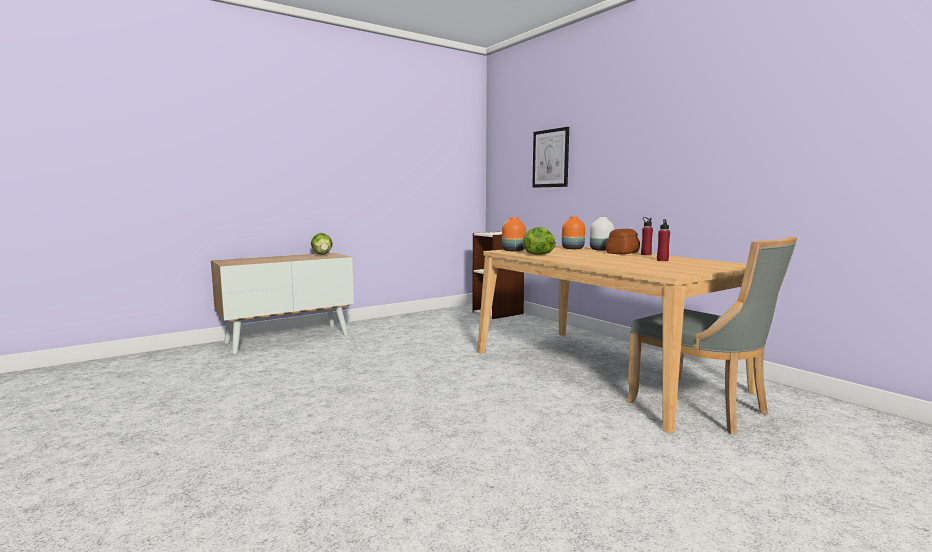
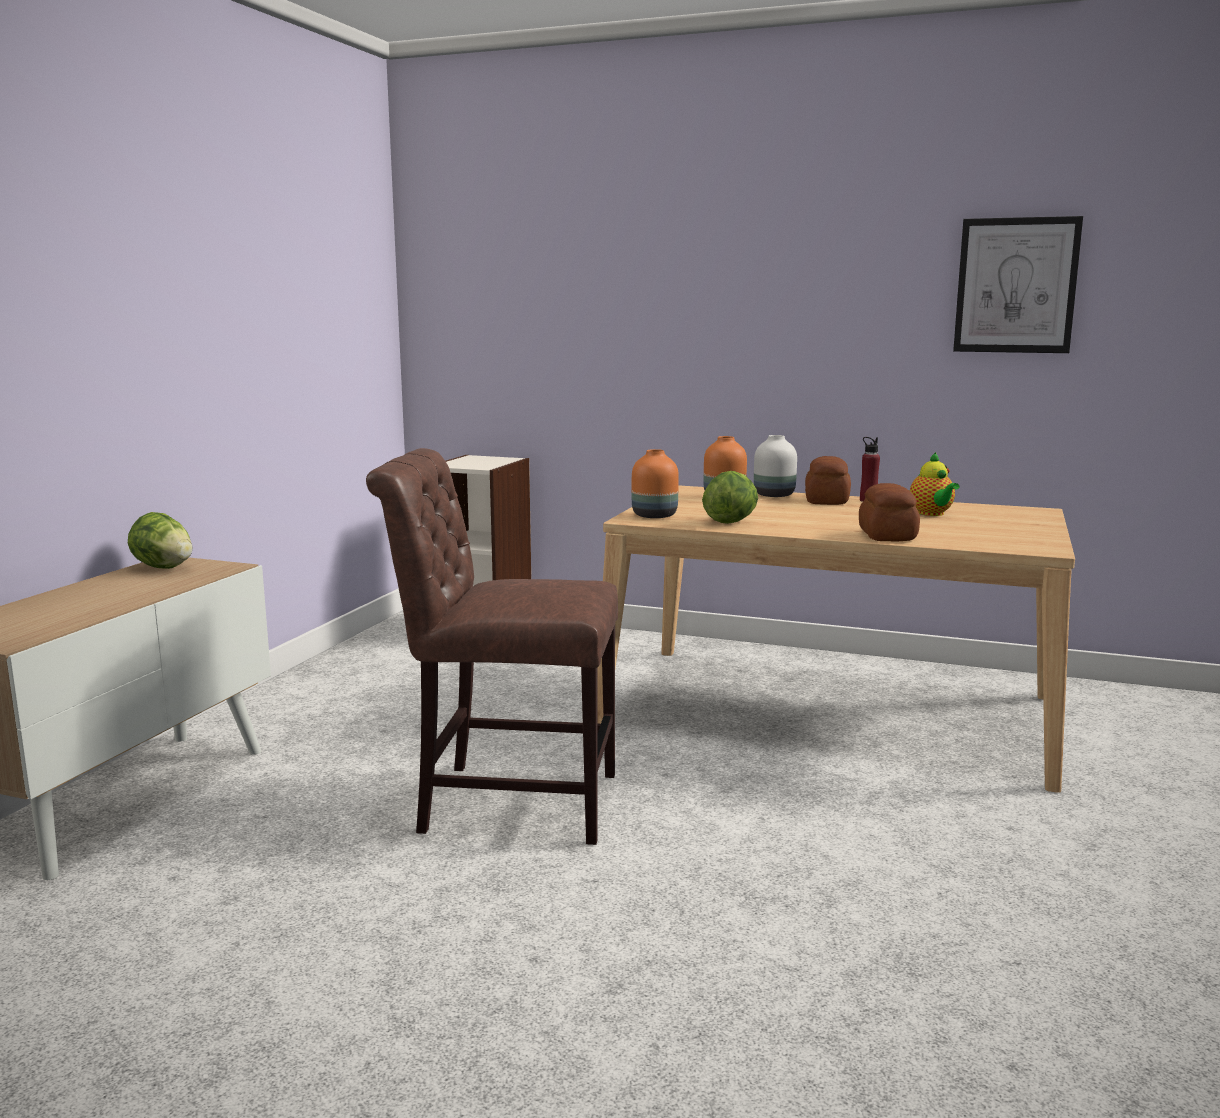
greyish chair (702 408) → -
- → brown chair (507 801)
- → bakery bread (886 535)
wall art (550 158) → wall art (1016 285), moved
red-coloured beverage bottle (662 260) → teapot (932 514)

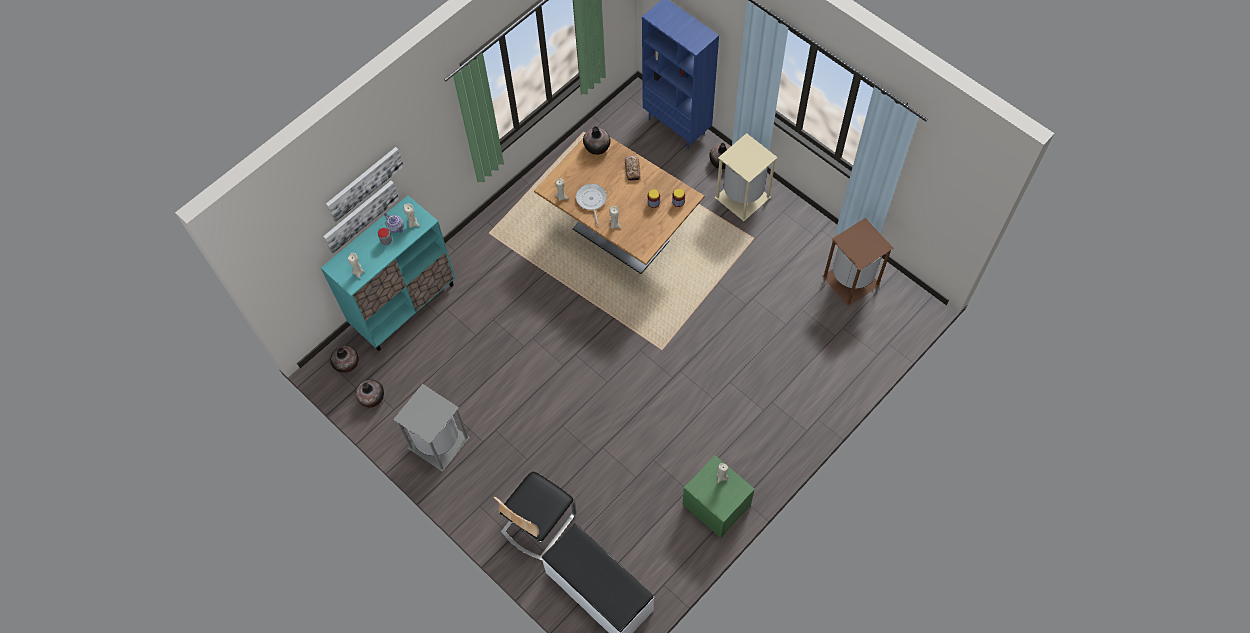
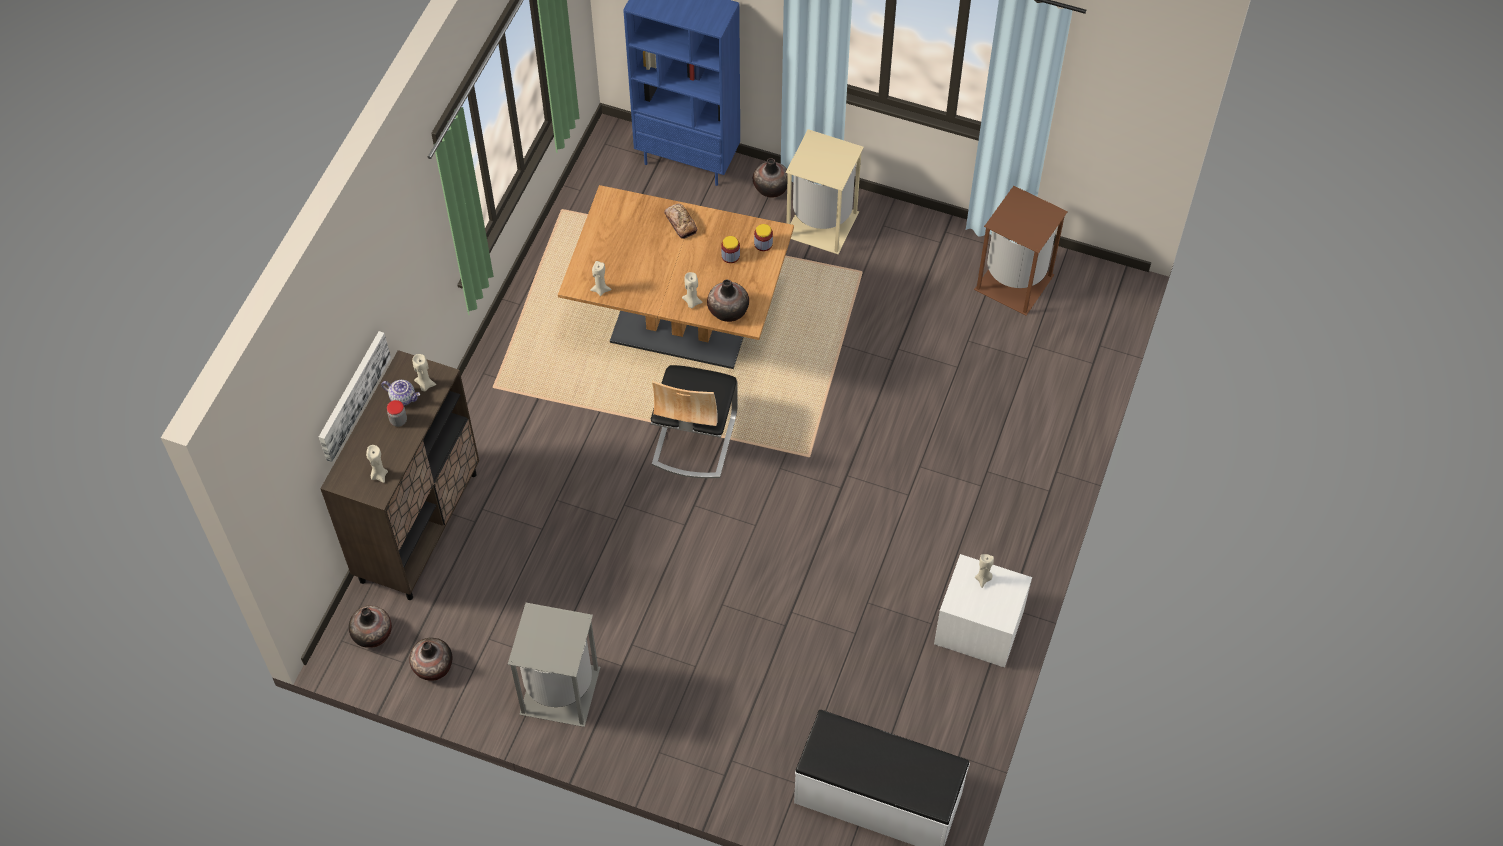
wall art (364 183) → -
frying pan (591 200) → -
chair (538 523) → chair (694 439), moved
vase (597 147) → vase (728 310), moved
turquoise-coloured cupboard (404 306) → brown cupboard (419 526)
greenish night table (716 505) → white night table (979 628)

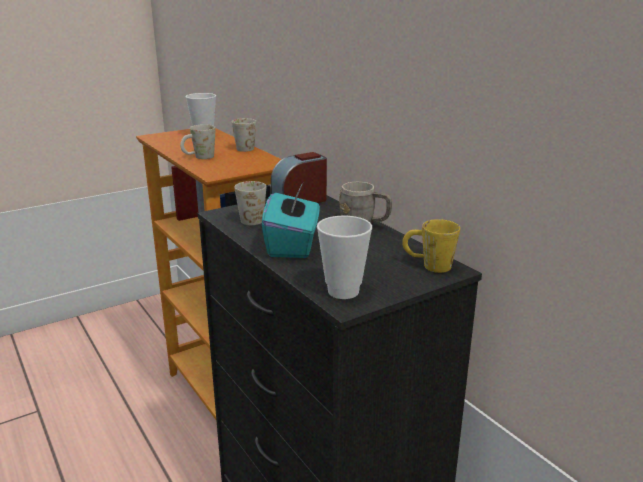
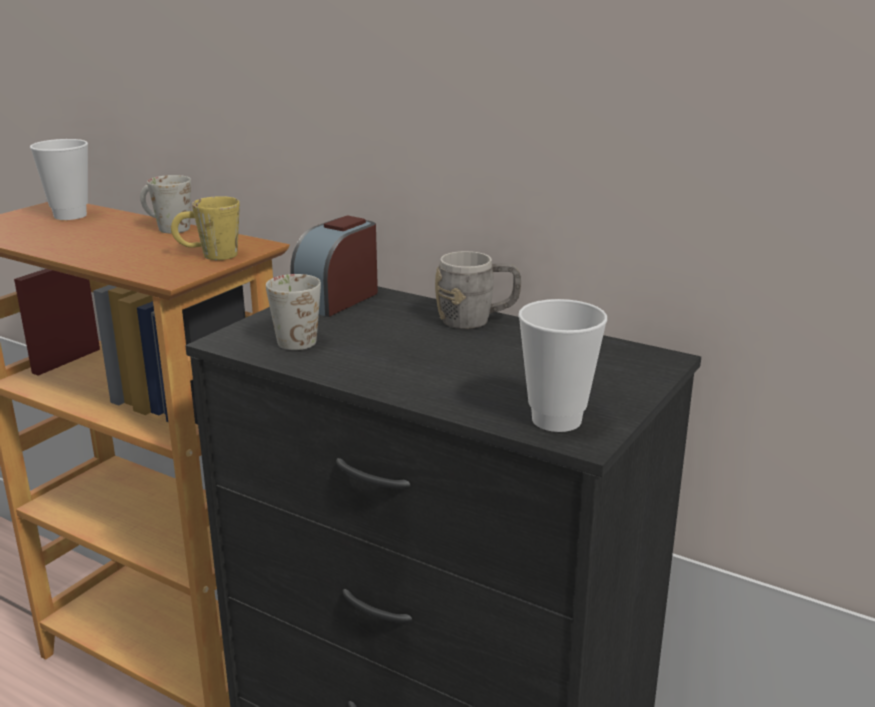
white tea mug (199 158) → -
turquoise-coloured tissue box (293 245) → -
yellow tea mug (428 265) → yellow tea mug (209 256), moved

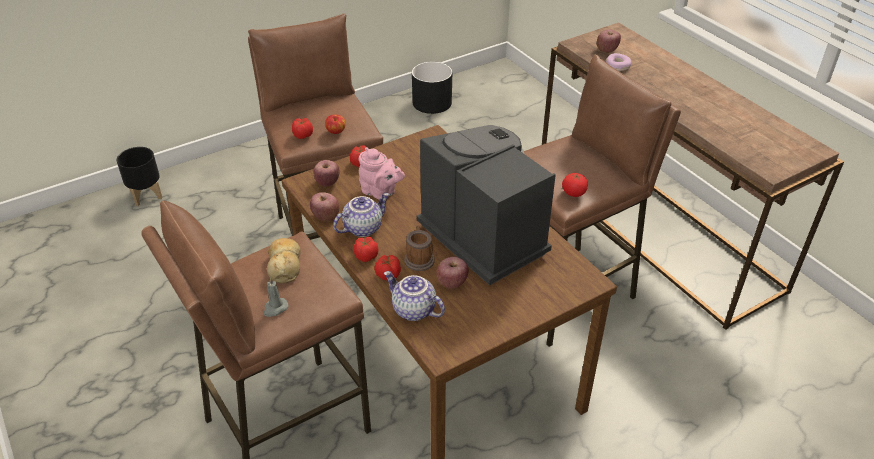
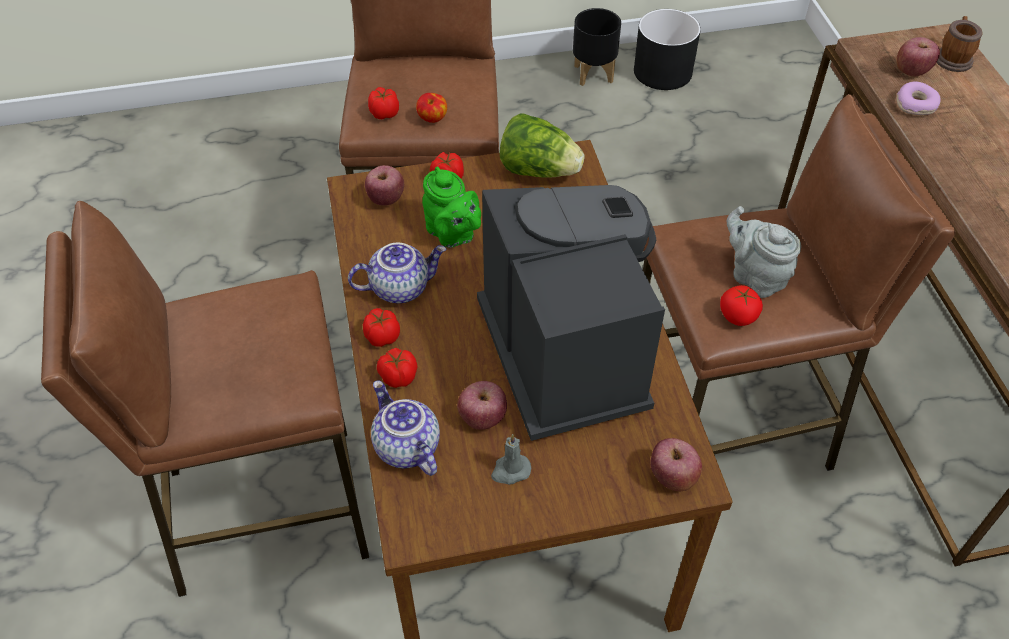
bakery bread (285 265) → -
- → lettuce (539 170)
- → greyish teapot (755 277)
blackish planter (147 195) → blackish planter (594 74), moved
greyish wax light (275 308) → greyish wax light (510 470), moved
apple fruit (325 216) → apple fruit (672 477), moved
tea mug (419 258) → tea mug (953 58), moved
pink teapot (380 192) → greenish teapot (452 234)

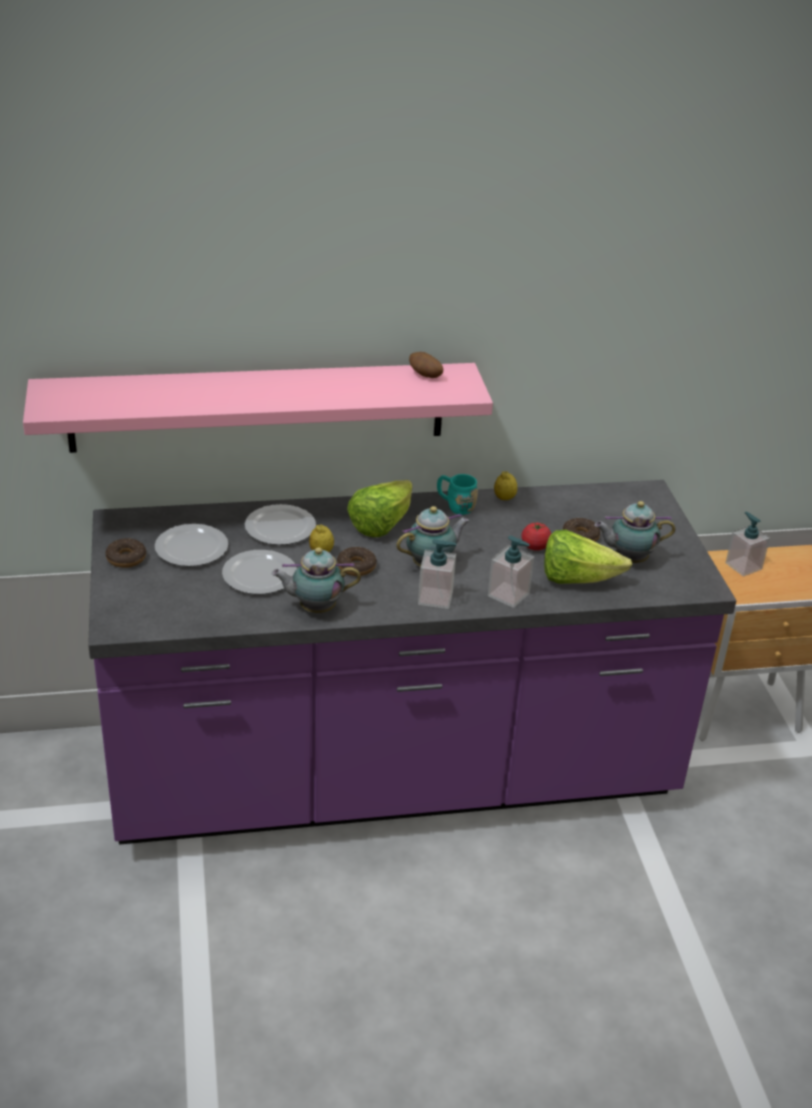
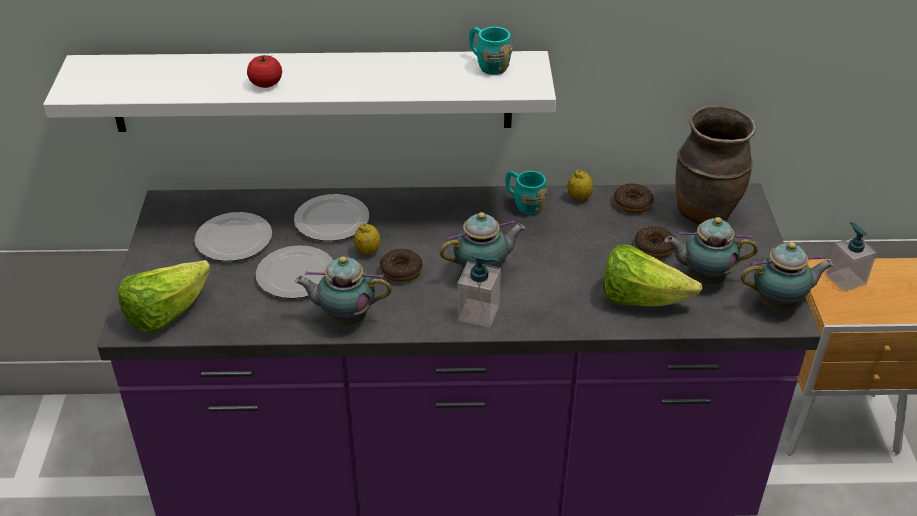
soap dispenser (508 595) → -
- → brown vase (704 211)
- → teapot (779 304)
doughnut (126 558) → doughnut (632 203), moved
lettuce (381 524) → lettuce (166 313), moved
whole tomato (535 546) → whole tomato (266 84), moved
whole potato (425 376) → turquoise-coloured tea mug (488 65)
pink wall shelf (258 407) → white wall shelf (312 91)

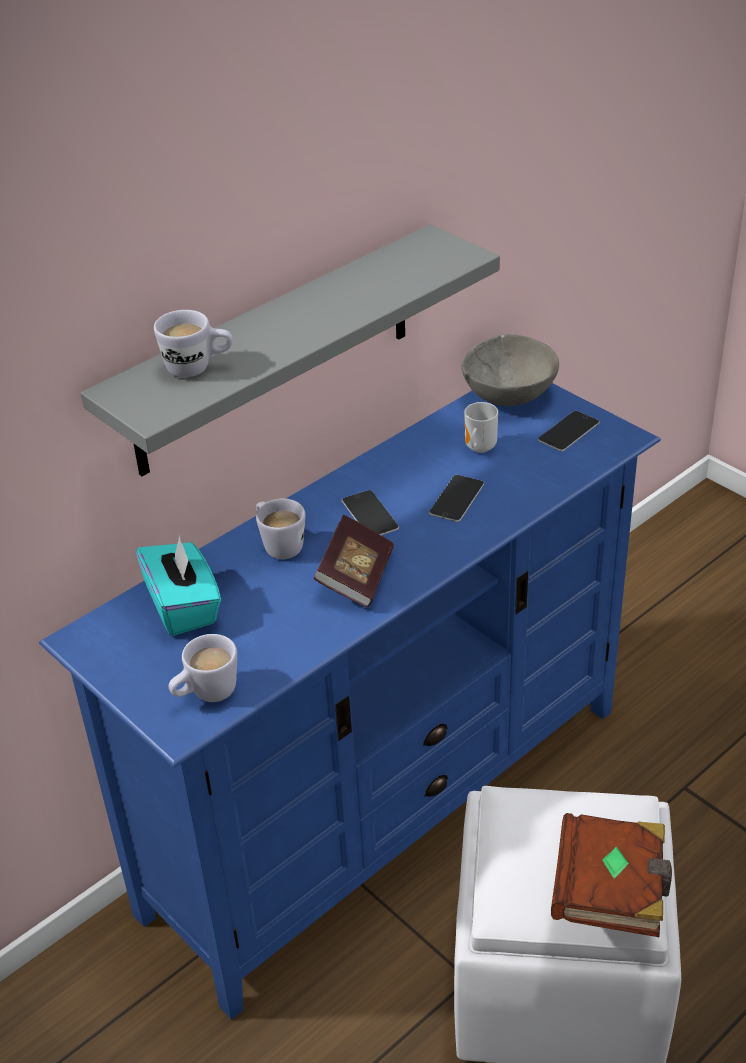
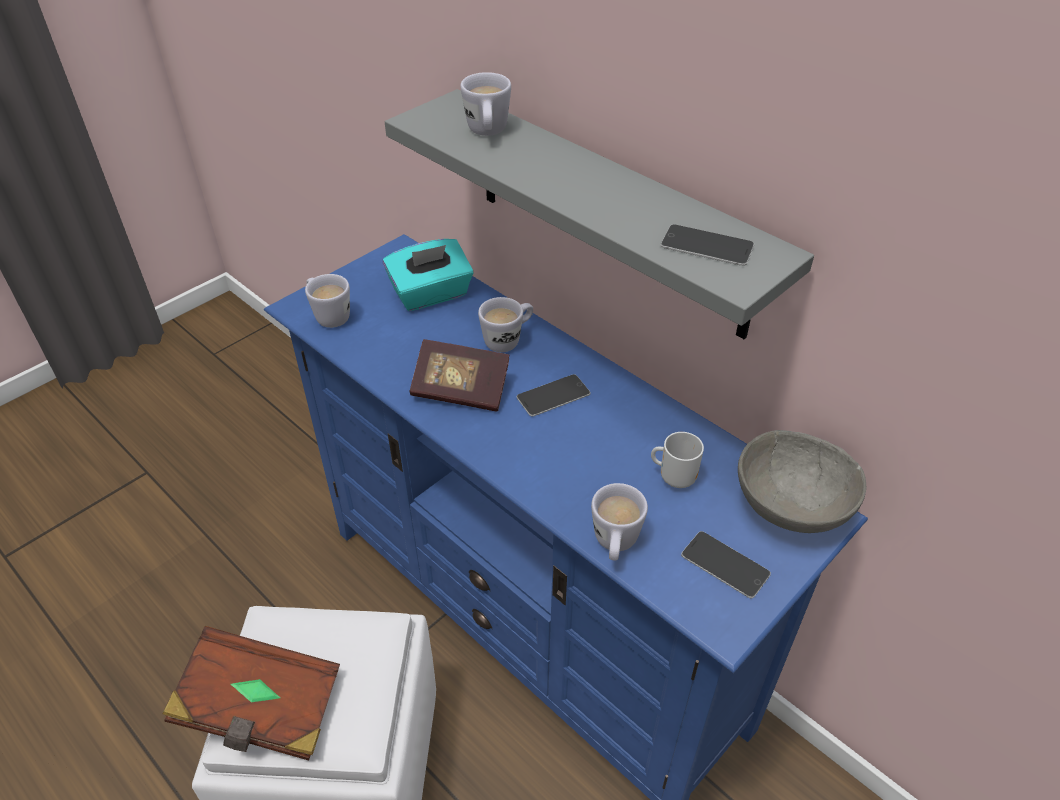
- → white tea mug (615 545)
handset (456 498) → handset (707 245), moved

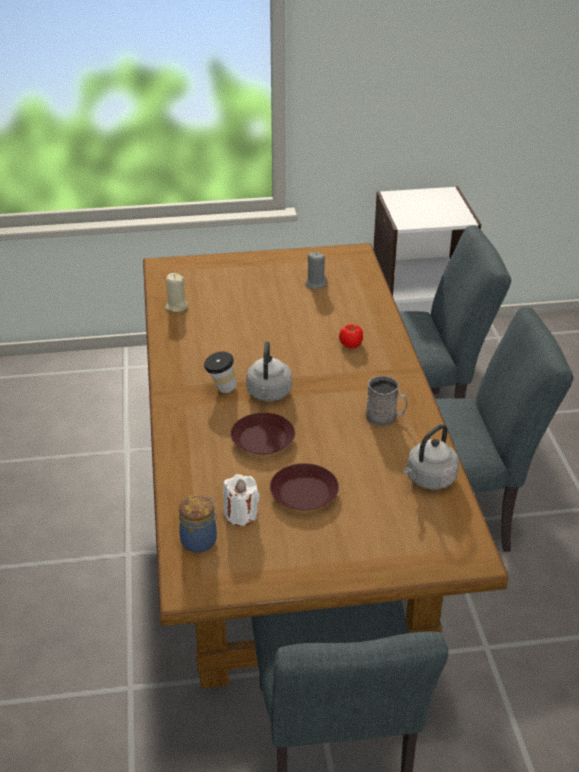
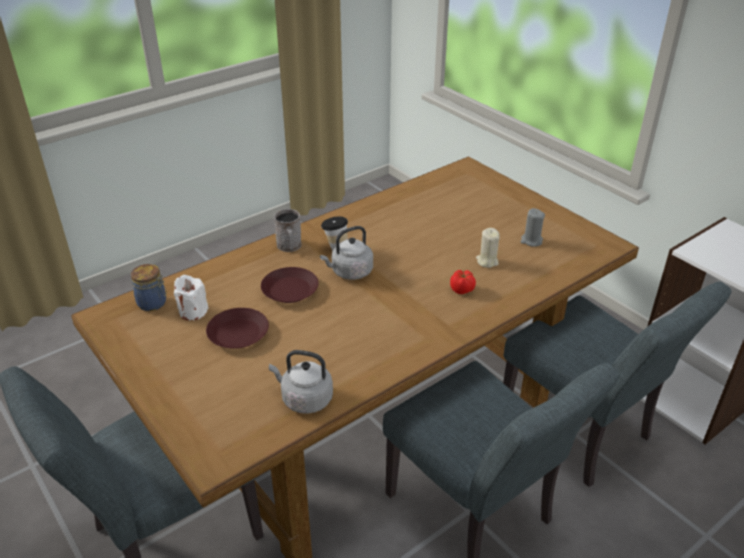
sand-coloured wax light (176 306) → sand-coloured wax light (487 261), moved
greyish tea mug (385 417) → greyish tea mug (289 247), moved

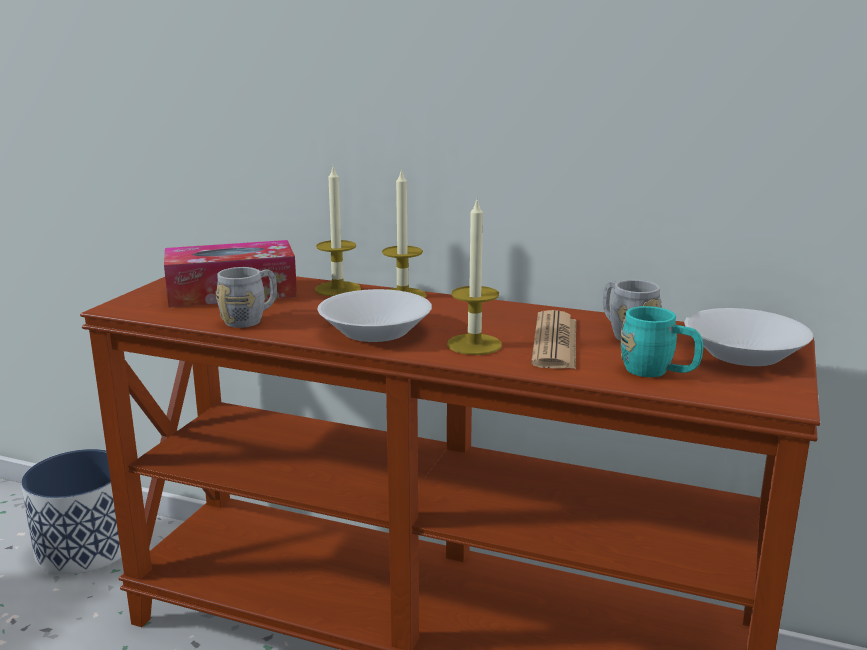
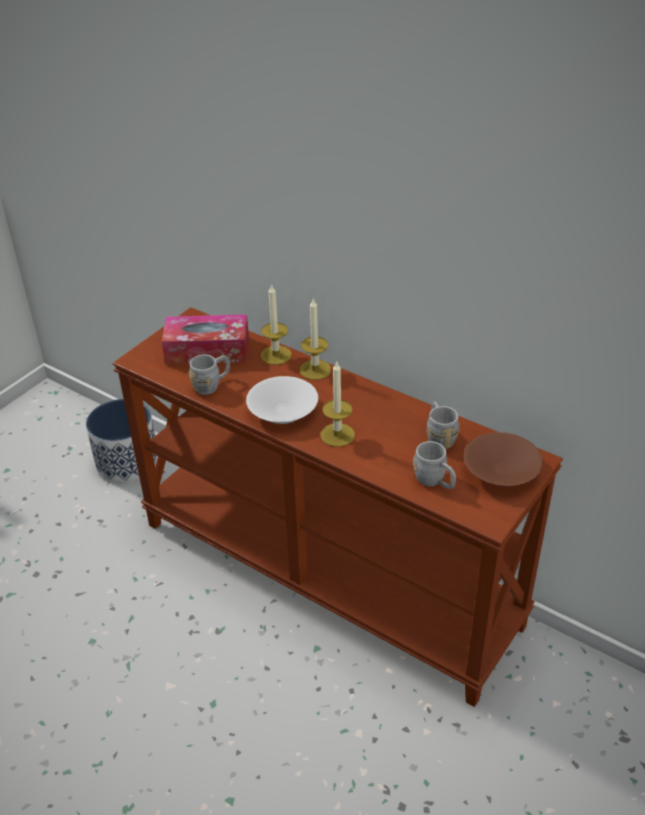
newspaper (555 342) → -
turquoise-coloured tea mug (658 372) → greyish tea mug (434 481)
white bowl (745 353) → brown bowl (502 471)

